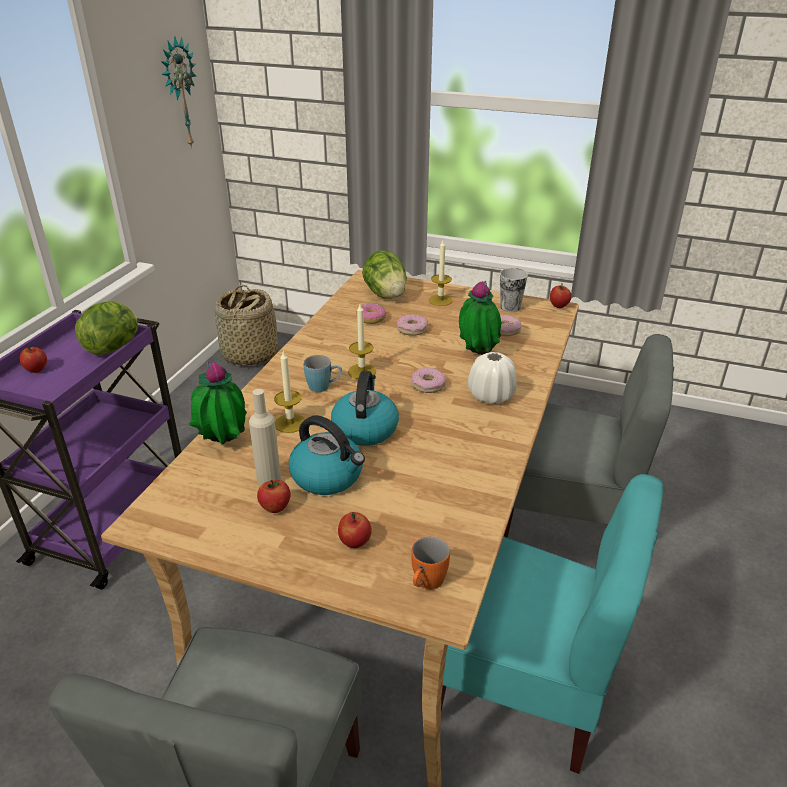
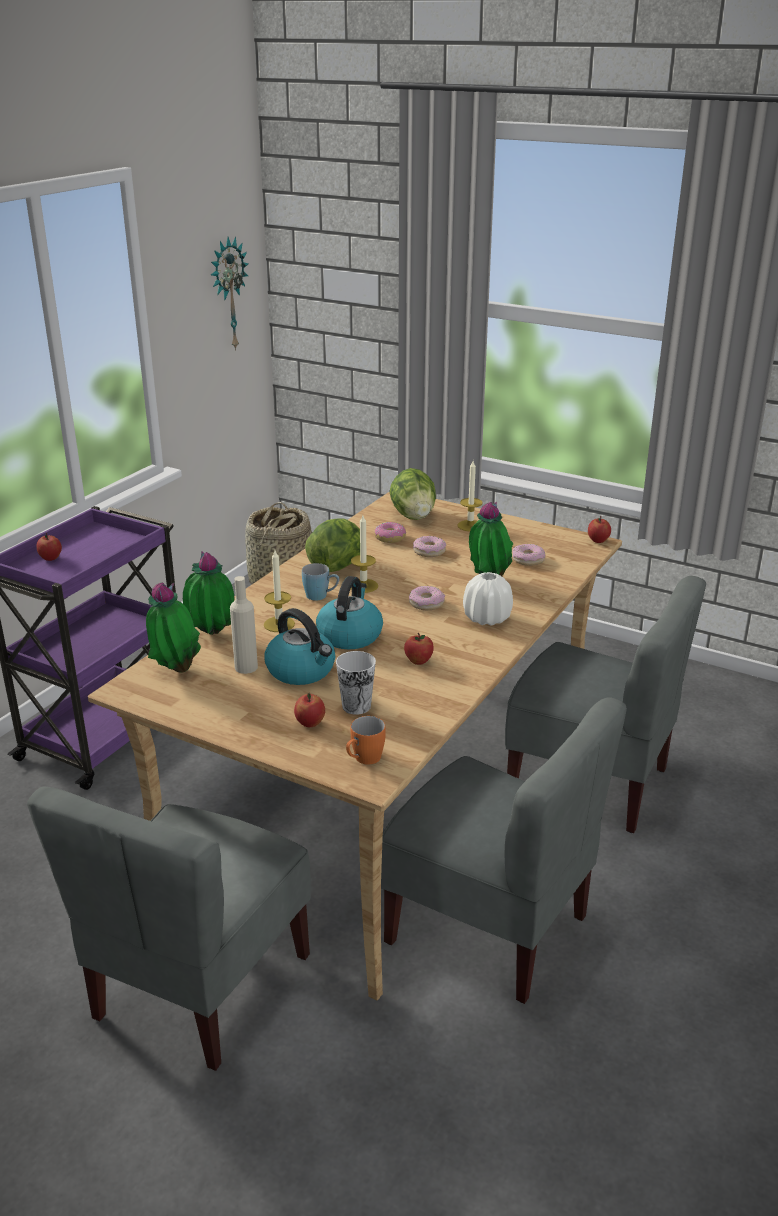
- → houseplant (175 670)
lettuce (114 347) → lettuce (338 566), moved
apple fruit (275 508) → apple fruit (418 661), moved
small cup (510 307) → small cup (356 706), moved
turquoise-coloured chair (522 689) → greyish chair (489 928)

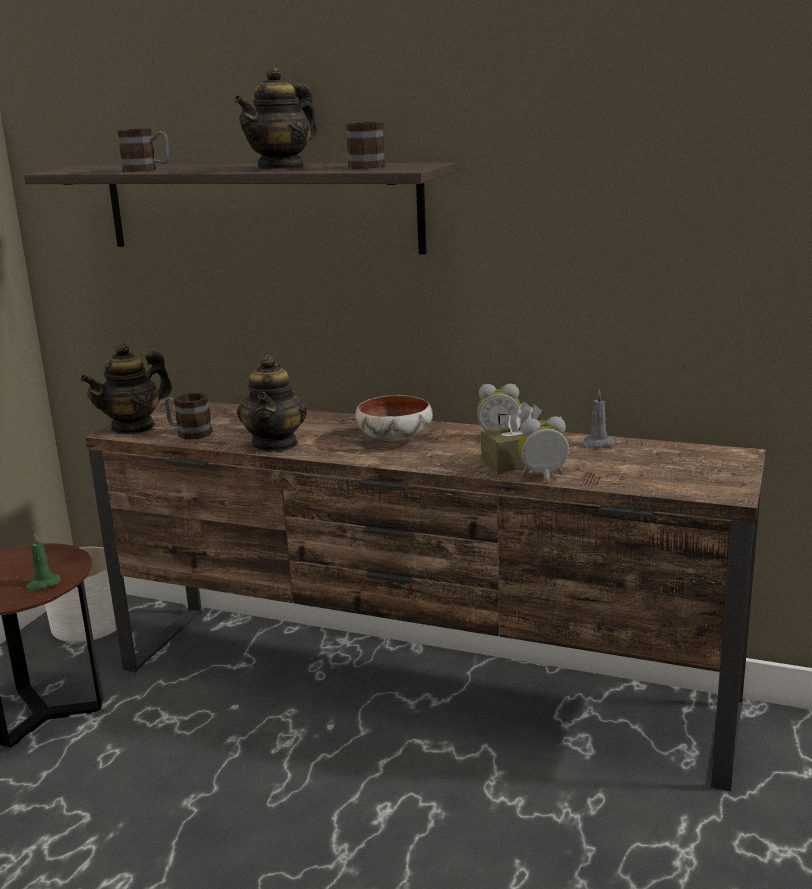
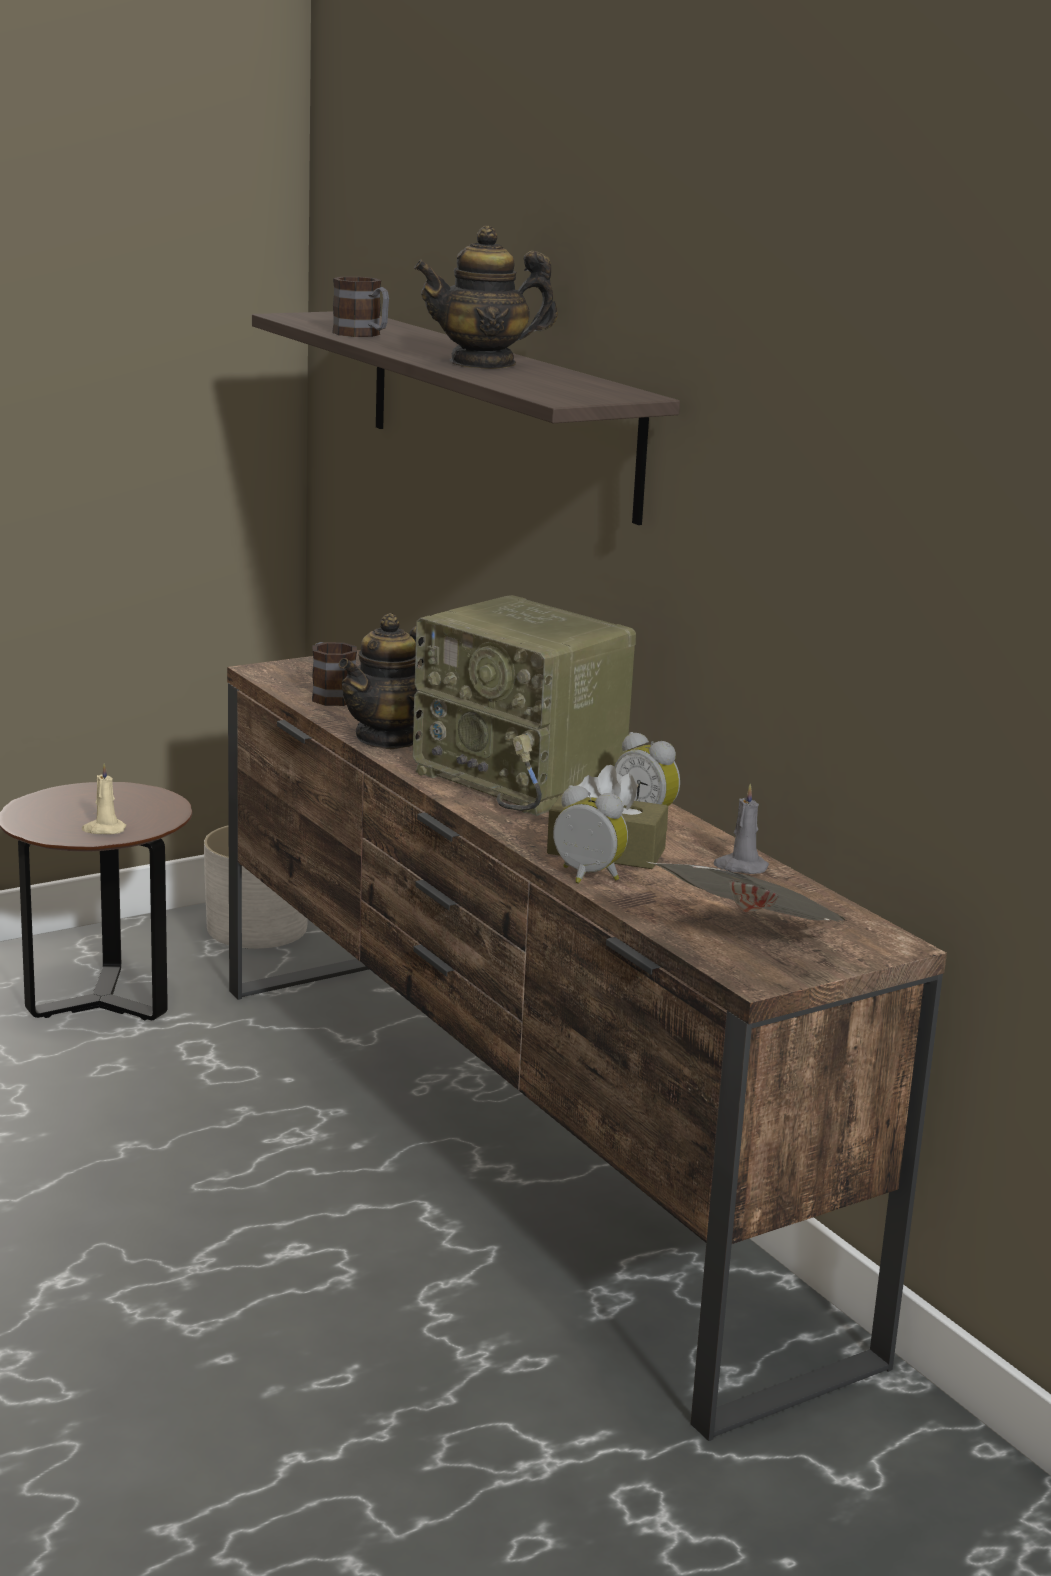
teapot (133 427) → -
tea mug (367 166) → -
- → newspaper (749 945)
bowl (396 440) → radio set (523 779)
greenish wax light (42 584) → sand-coloured wax light (103 830)

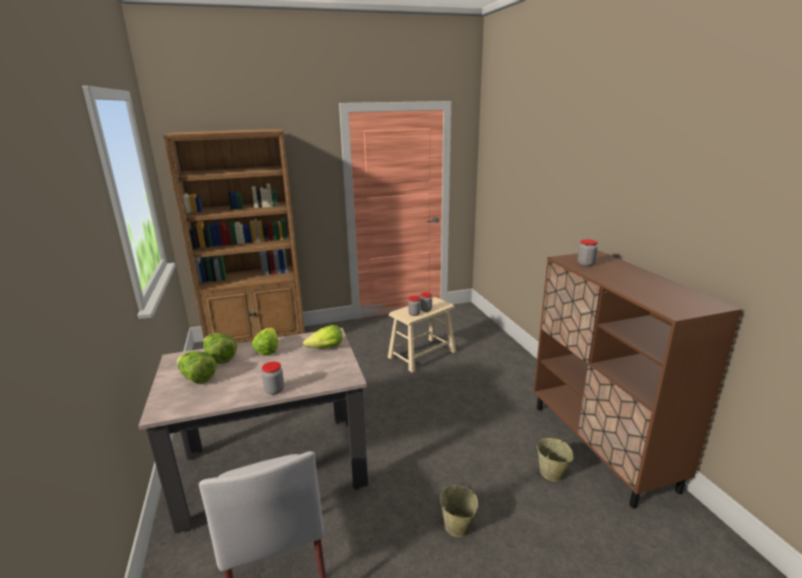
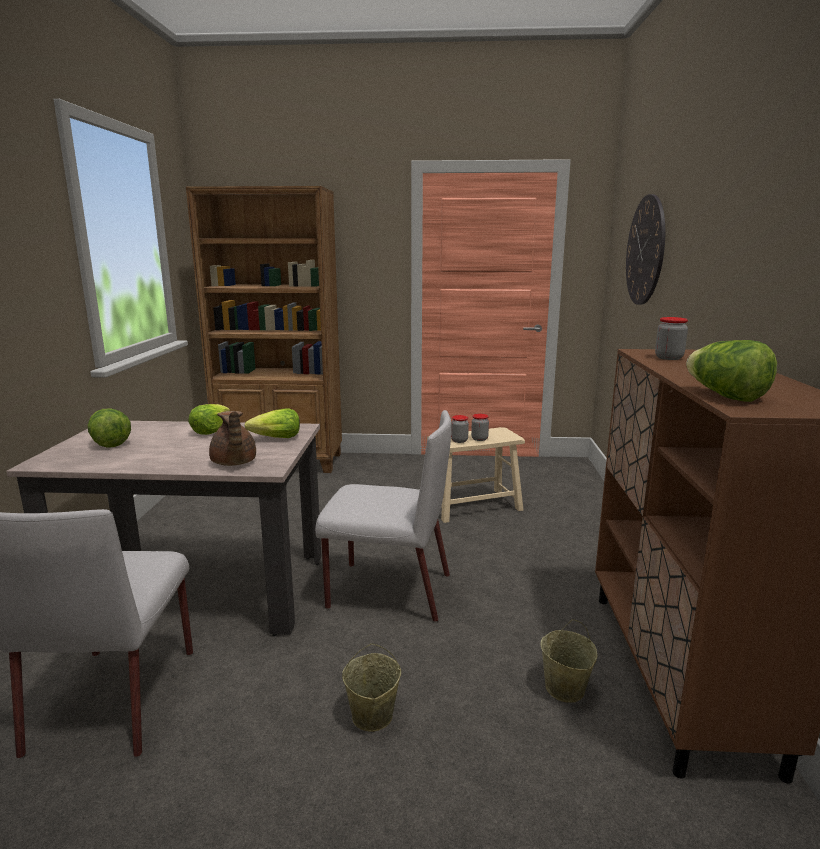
preserve jar (274 390) → -
- → brown teapot (233 463)
- → greyish chair (387 591)
- → hanging clock (645 250)
lettuce (220 358) → lettuce (725 396), moved

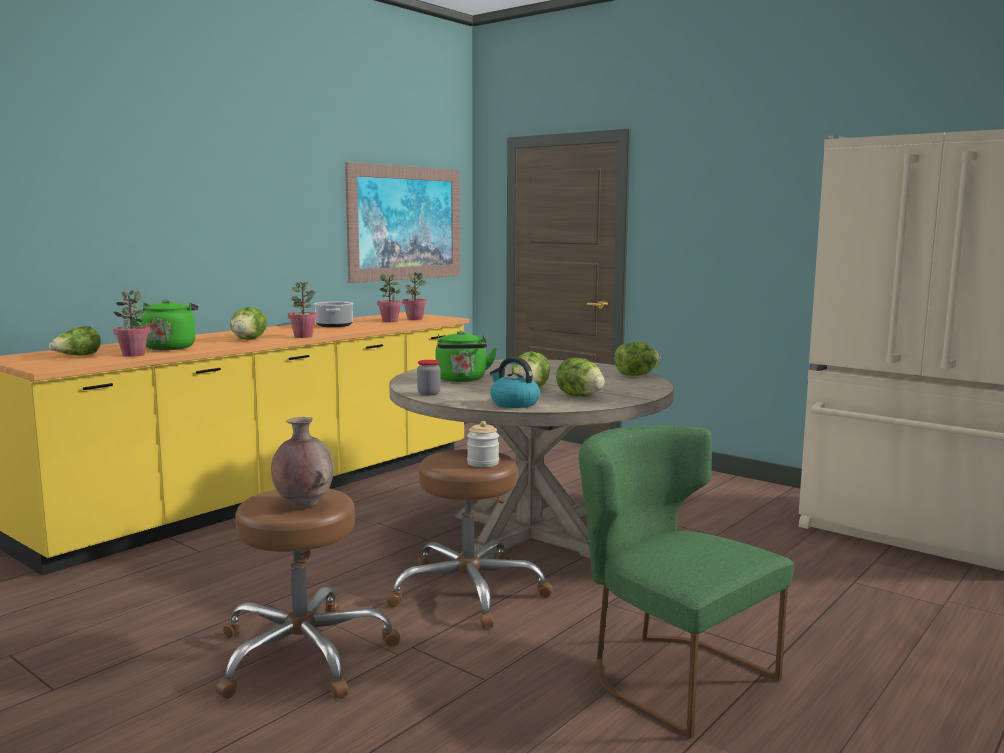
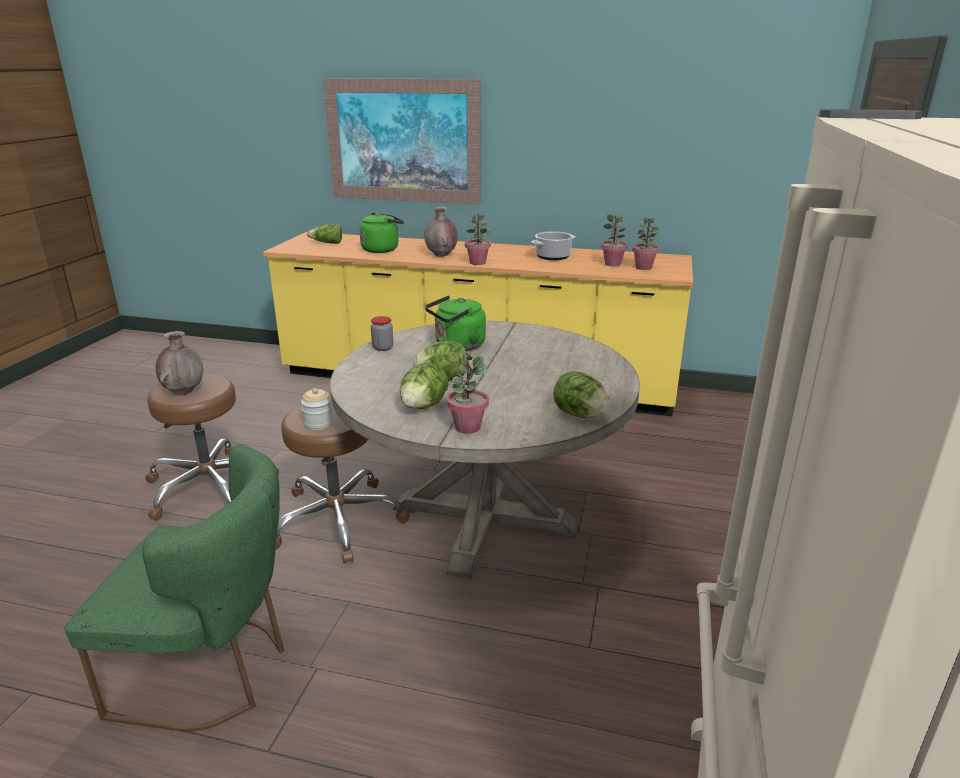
water kettle (513 403) → -
houseplant (133 355) → houseplant (467 427), moved
wall art (406 223) → wall art (403 141), moved
lettuce (248 339) → brown vase (441 255)
greenish chair (669 673) → greenish chair (213 671), 75 degrees clockwise

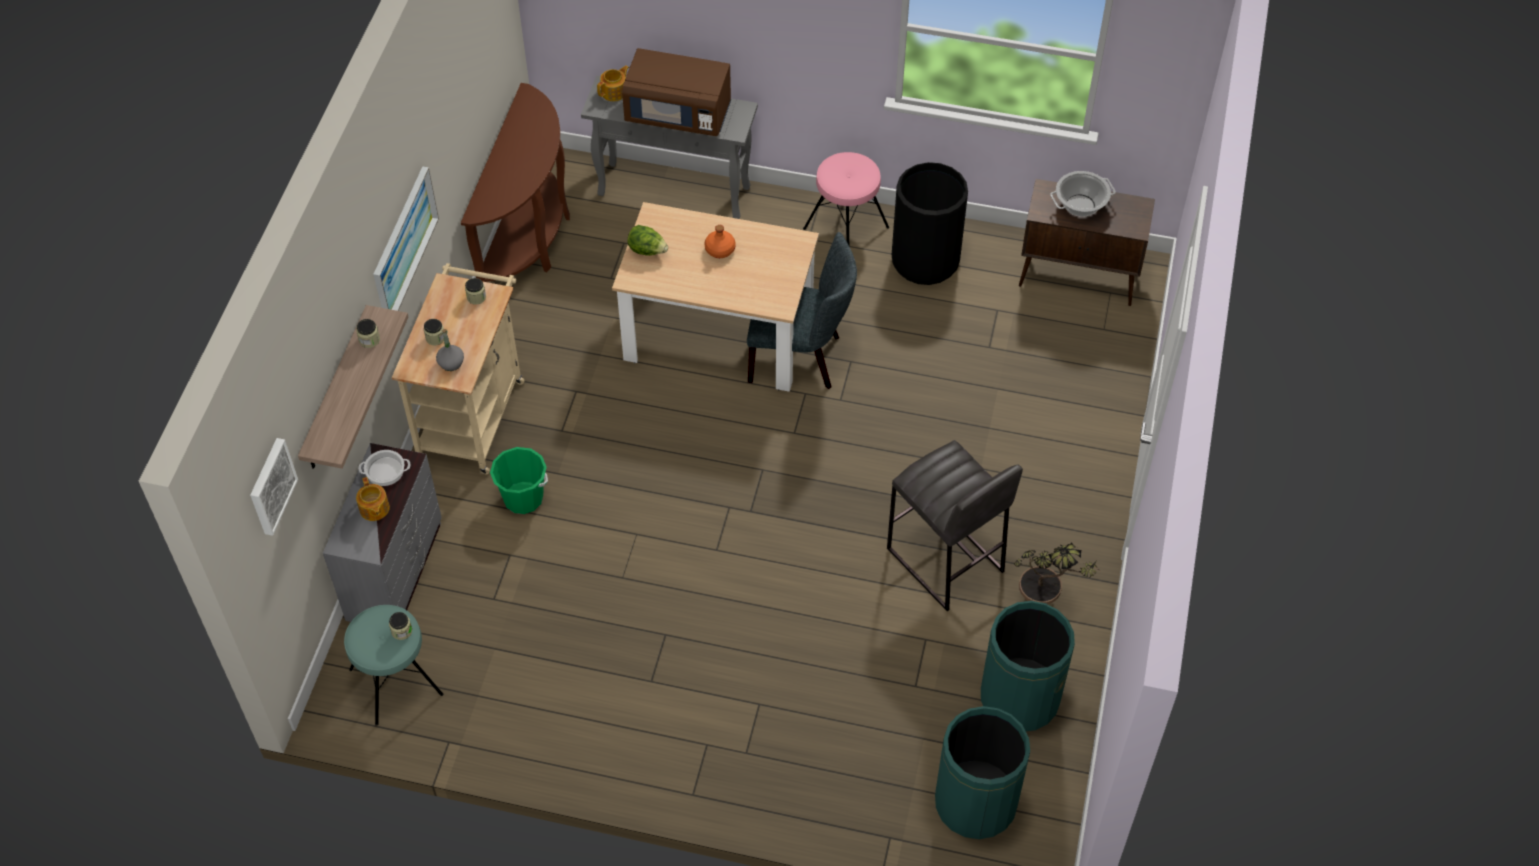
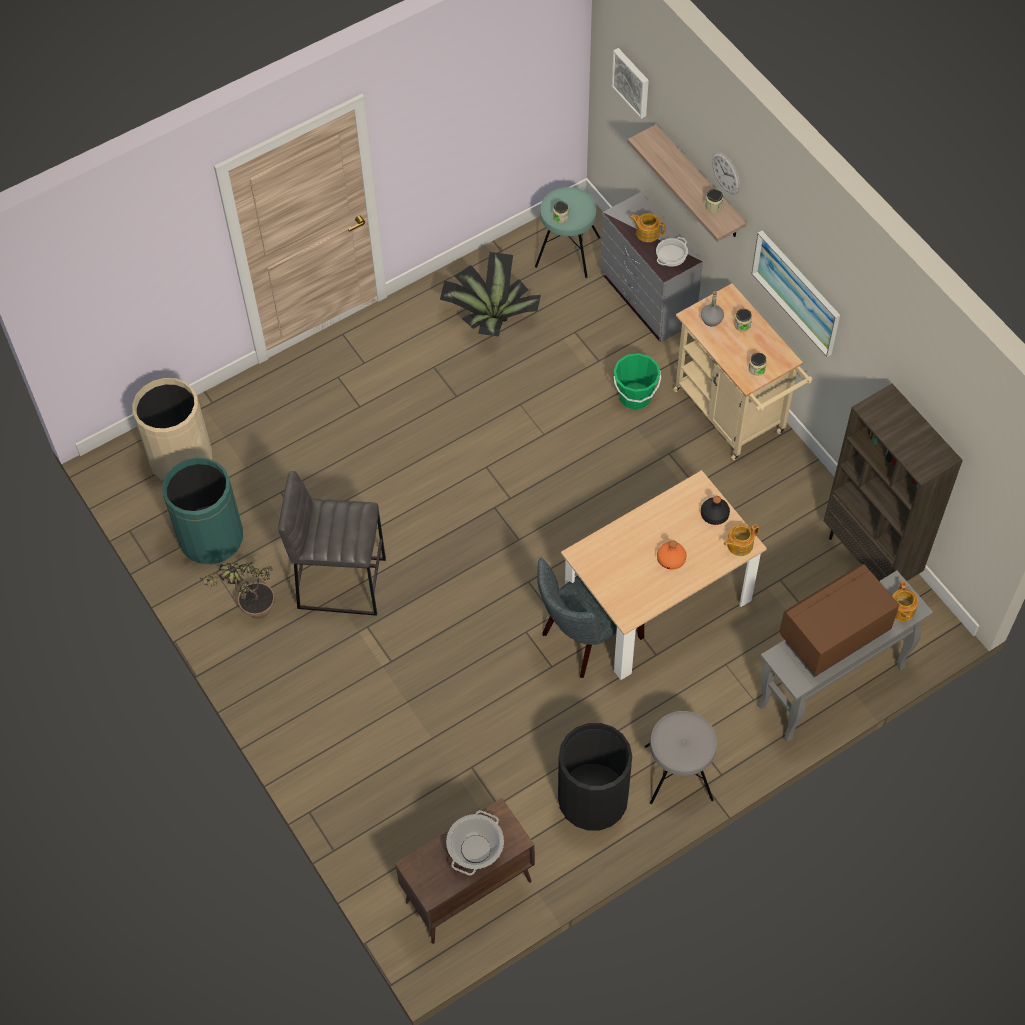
- → houseplant (490 315)
- → hanging clock (726 173)
- → teapot (739 545)
brown narrow table (529 238) → brown bookshelf (870 558)
lettuce (647 250) → blackish beverage bottle (714 515)
pink stool (846 228) → greyish stool (678 773)
greenish trash can (975 803) → sand-coloured trash can (181 459)

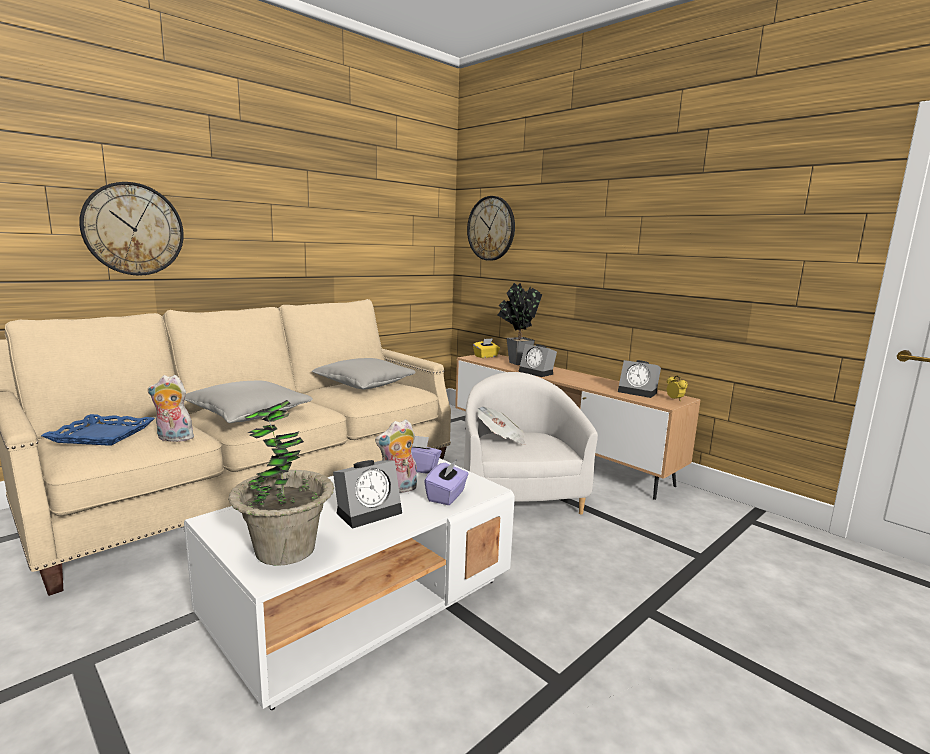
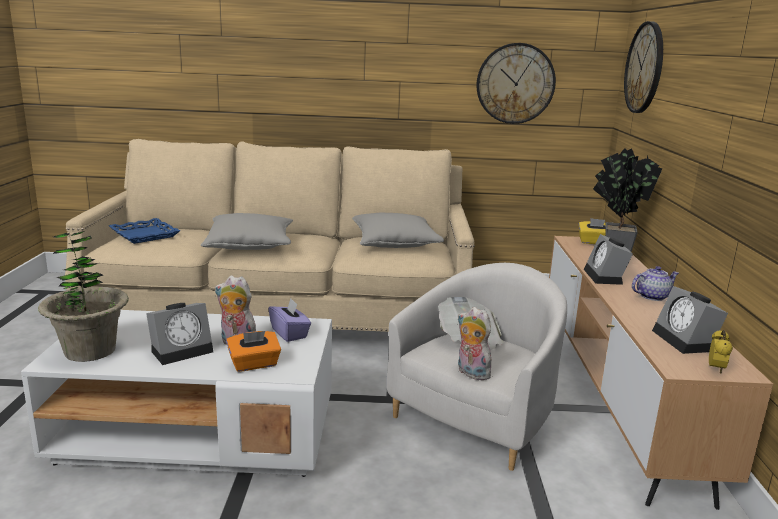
- → teapot (652 296)
hanging clock (133 229) → hanging clock (515 83), moved
cuddly toy (173 439) → cuddly toy (471 373), moved
purple-coloured tissue box (446 496) → orange tissue box (254 364)
bedside clock (369 511) → bedside clock (183 350), 45 degrees counterclockwise

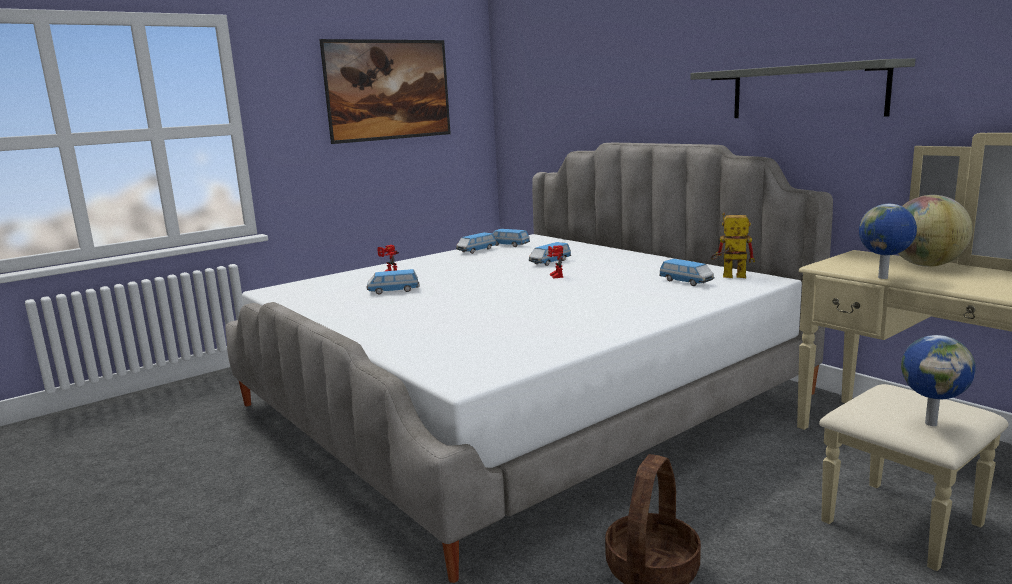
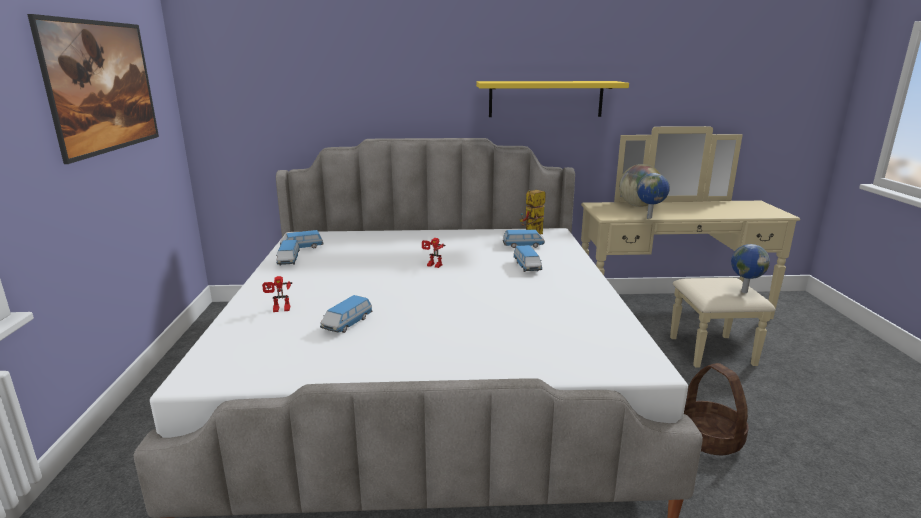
model car (550 262) → model car (527 267), moved
greyish wall shelf (807 91) → yellow wall shelf (545 99)

